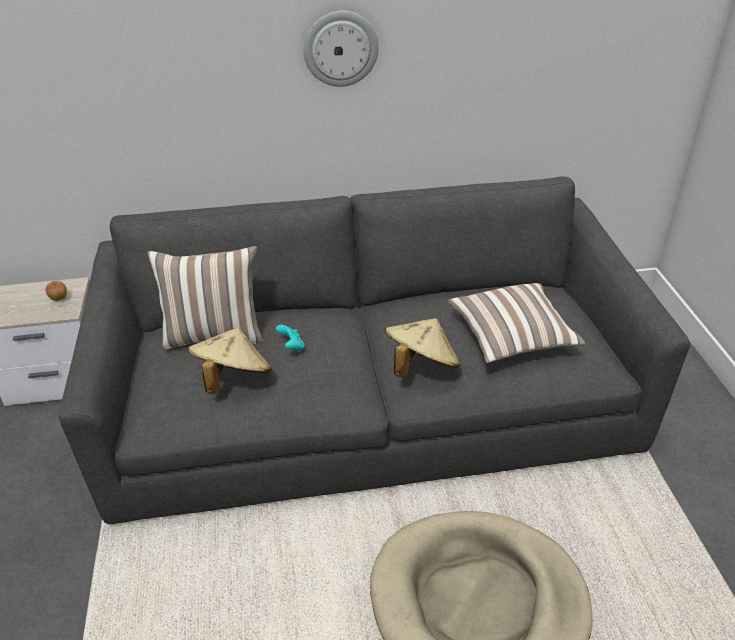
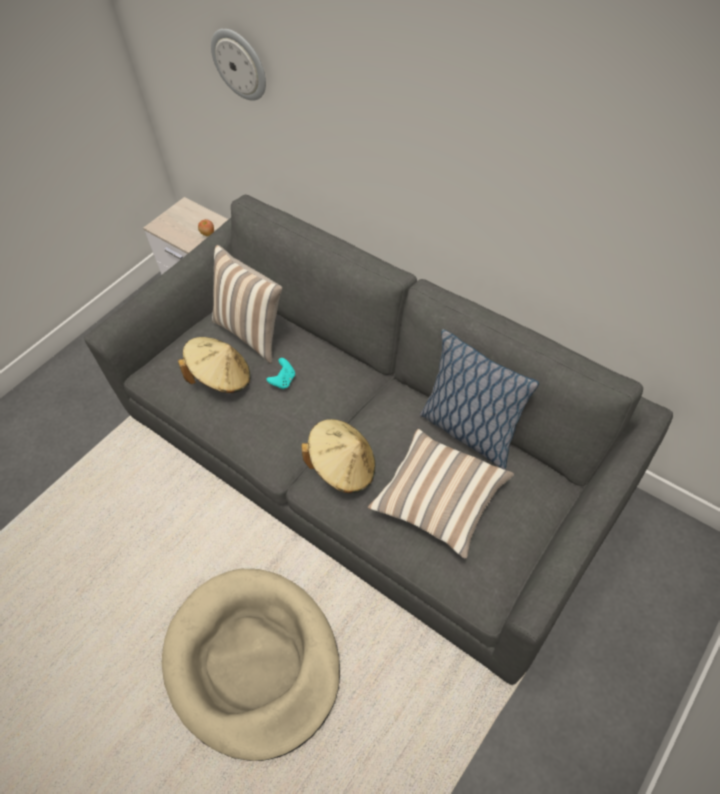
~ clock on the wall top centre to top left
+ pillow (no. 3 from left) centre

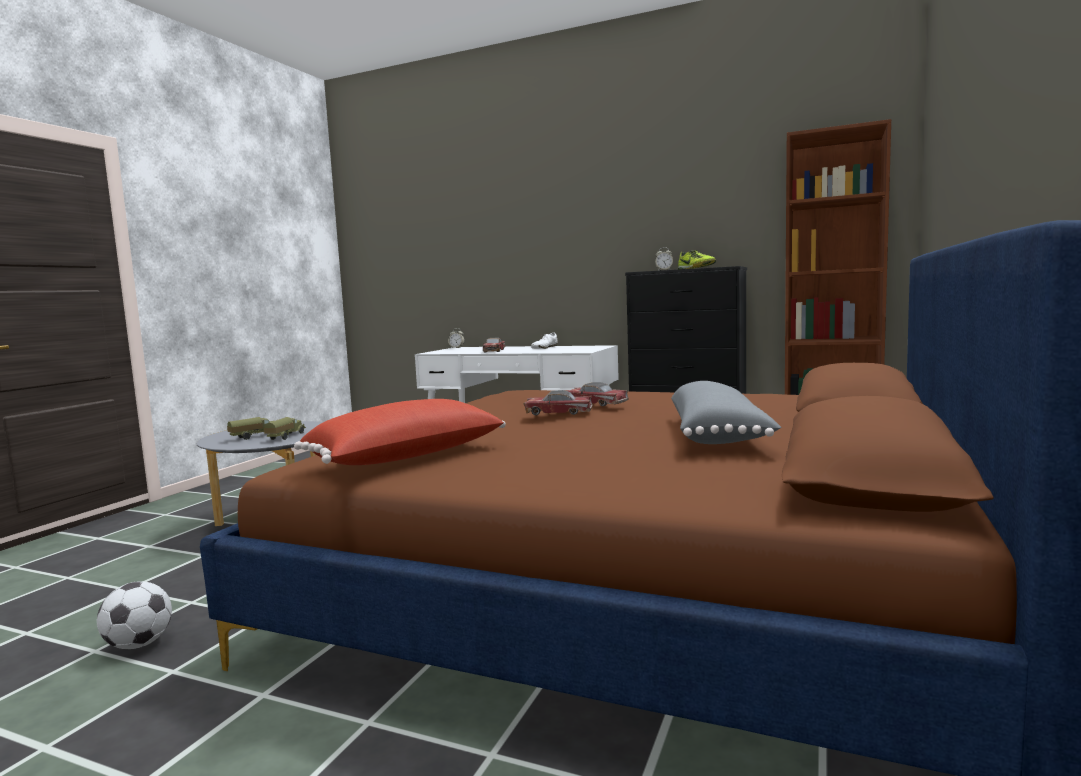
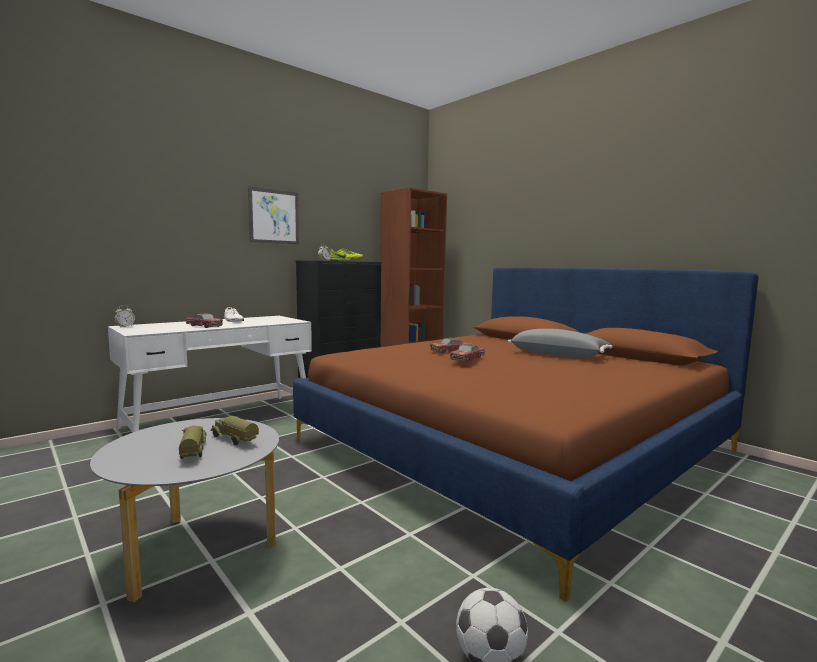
- pillow/reddish centre
+ picture top centre

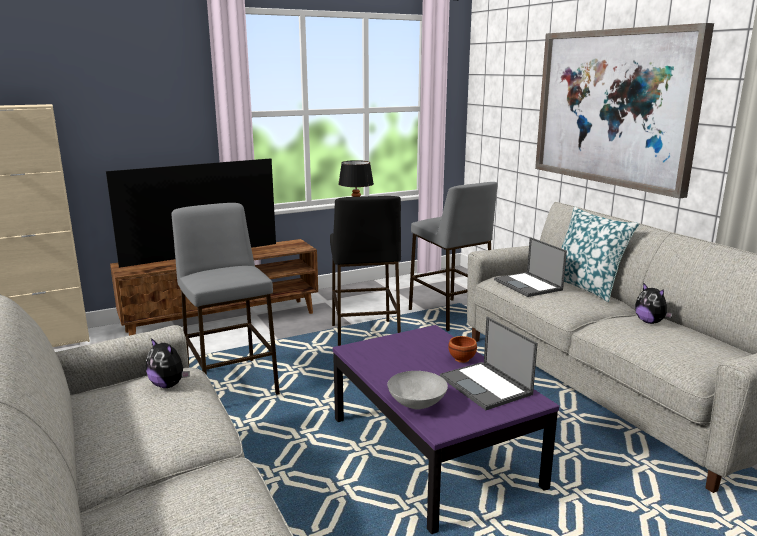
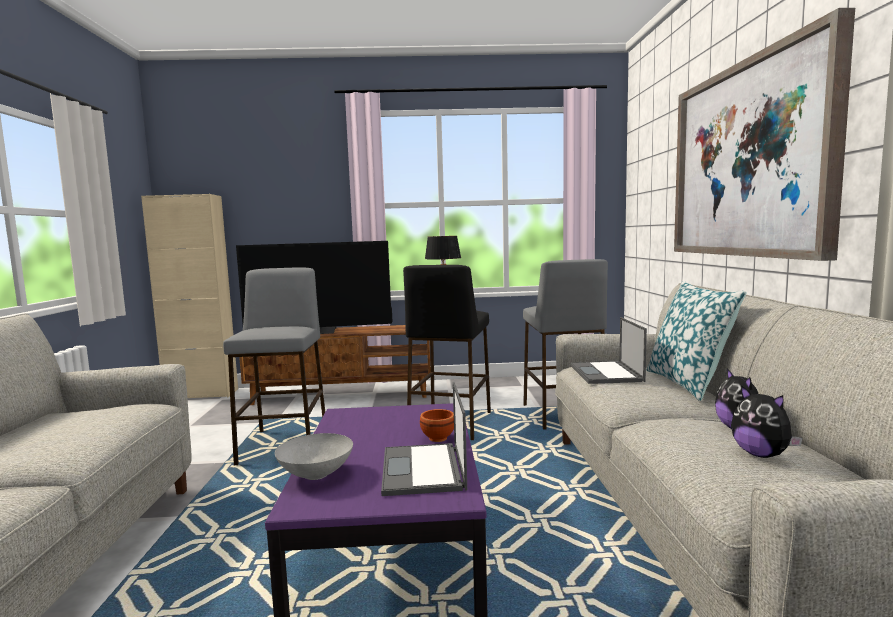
~ plush toy (no. 1 from left in the first image) bottom left to plush toy (no. 2 from left) bottom right

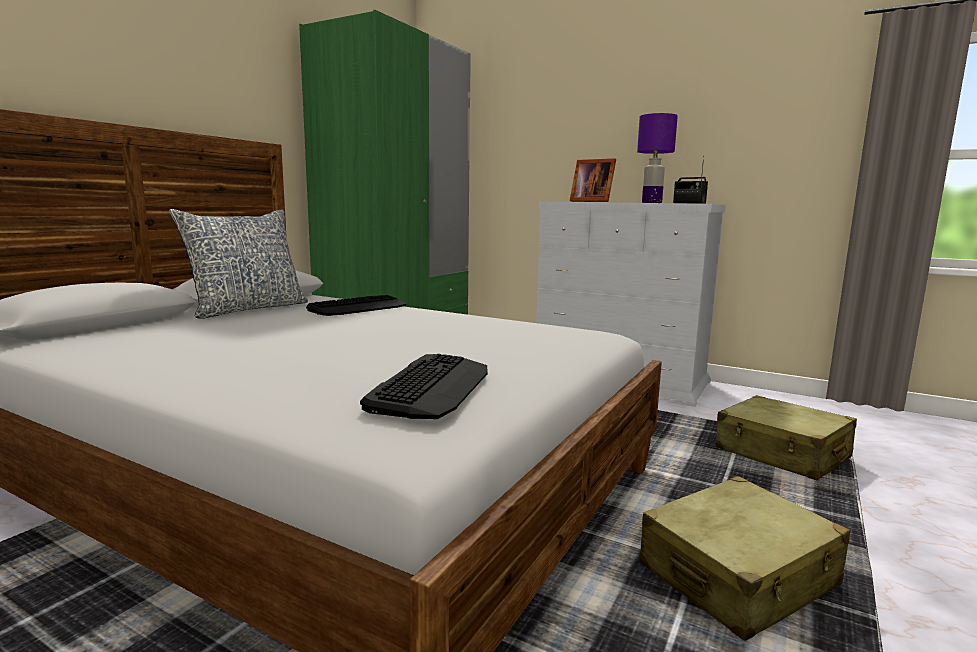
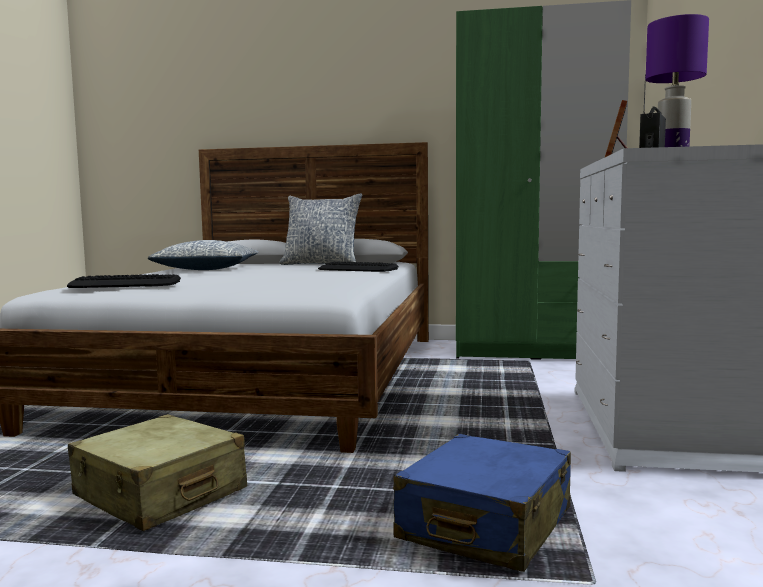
~ suitcase/beige-coloured (no. 2 from left) bottom right to suitcase/blue-coloured bottom centre
+ pillow (no. 1 from left) middle left

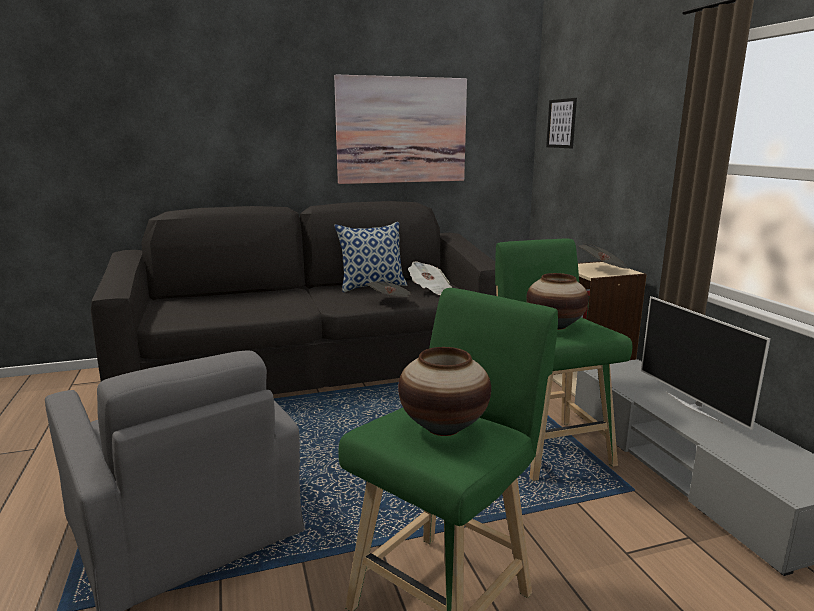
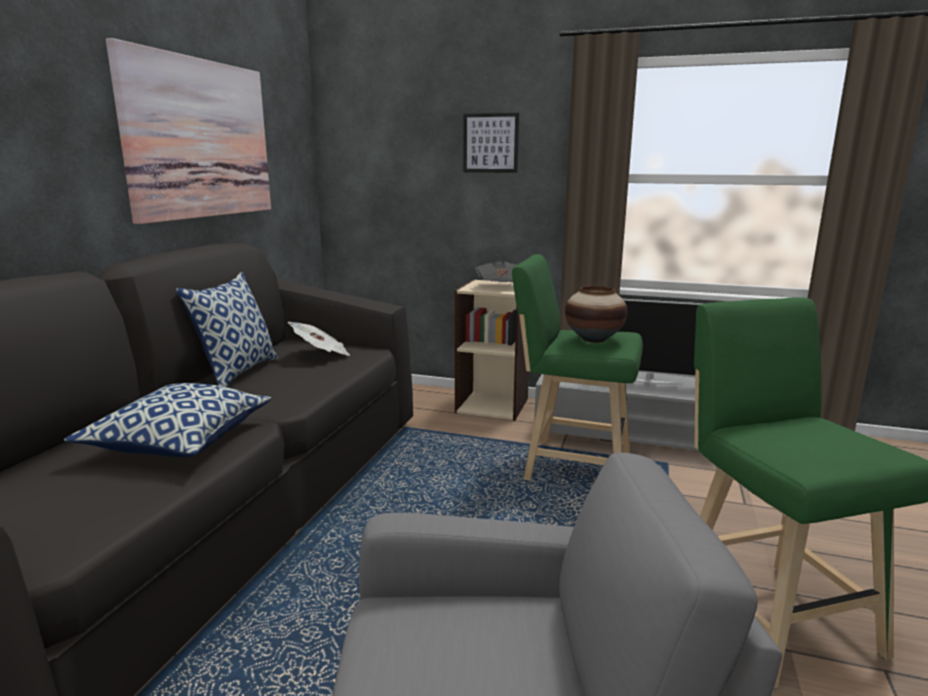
- printed paper (no. 1 from left) centre
- flower vase (no. 1 from left) centre
~ picture (no. 2 from left) top right to top centre
+ pillow (no. 1 from left) middle left

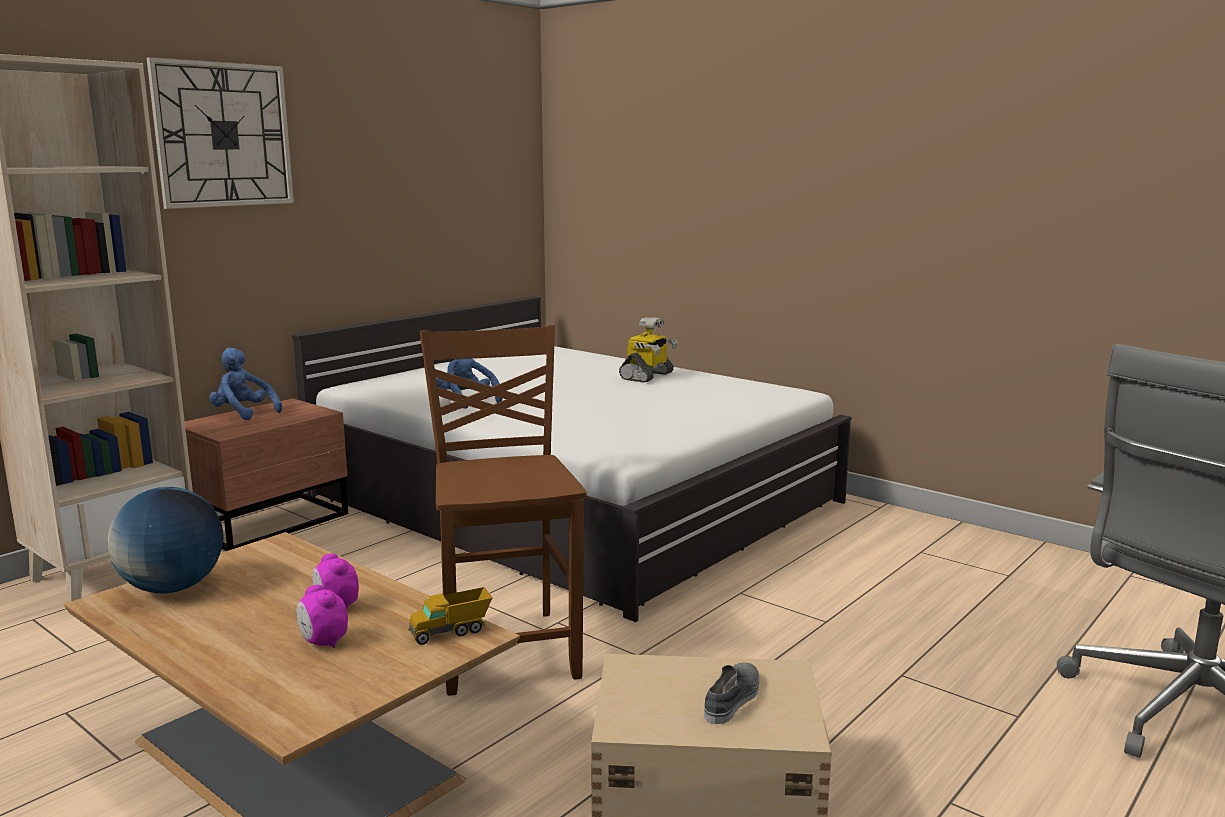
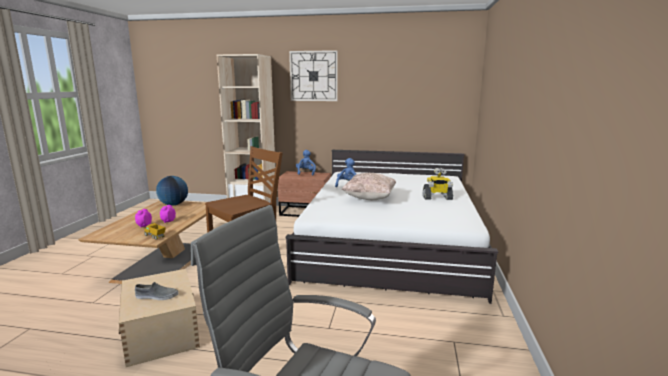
+ pillow/beige-coloured centre

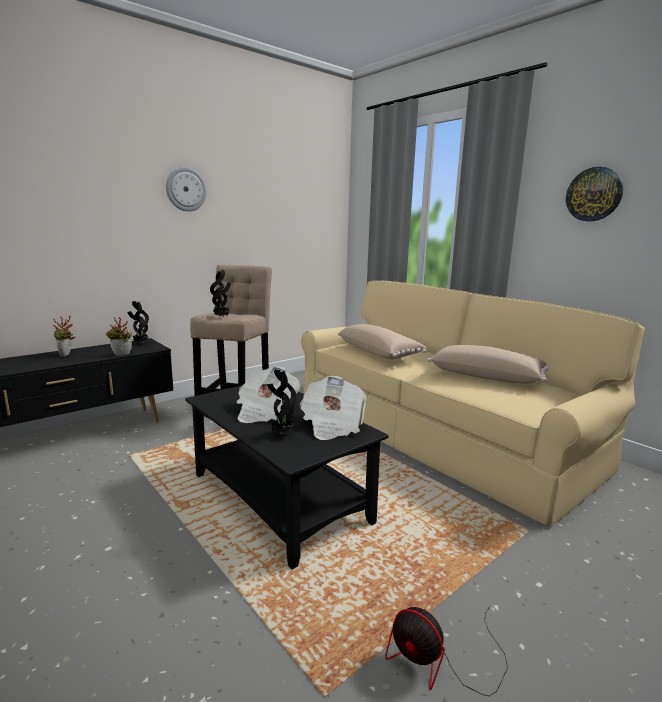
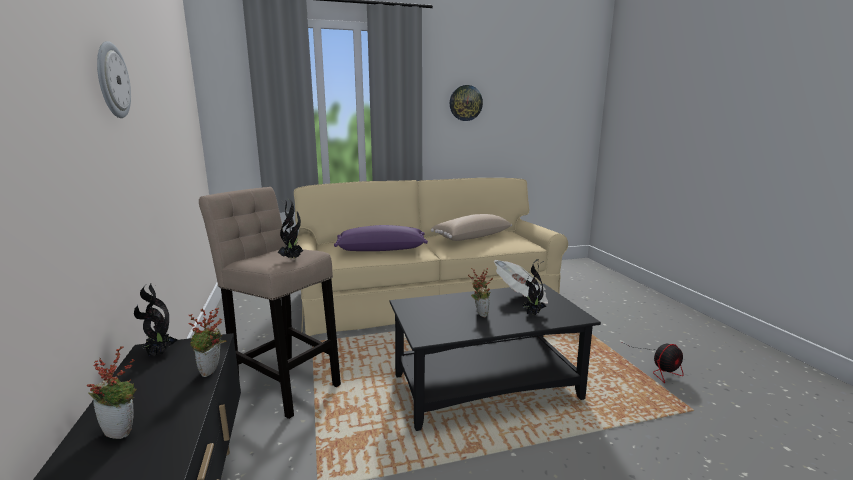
~ printed paper (no. 1 from left) centre to potted plant (no. 5 from left) centre
~ pillow/beige-coloured (no. 1 from left) centre to pillow/purple centre

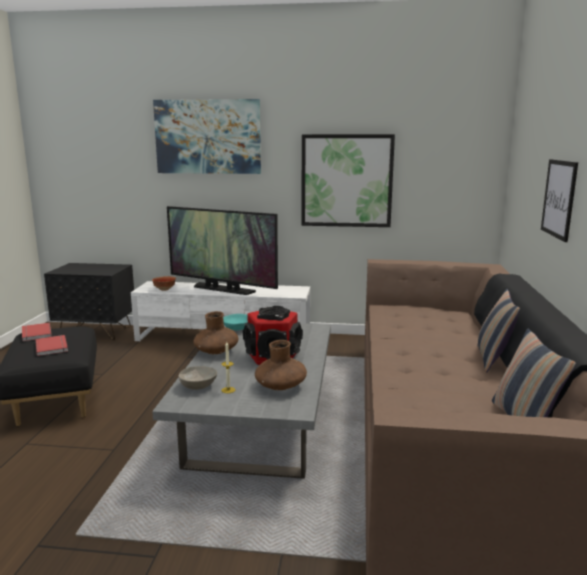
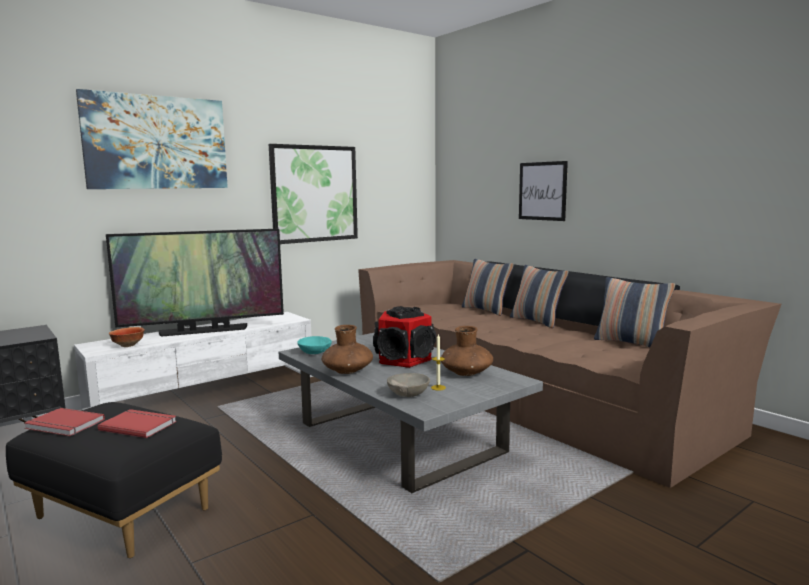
+ pillow (no. 1 from left) centre

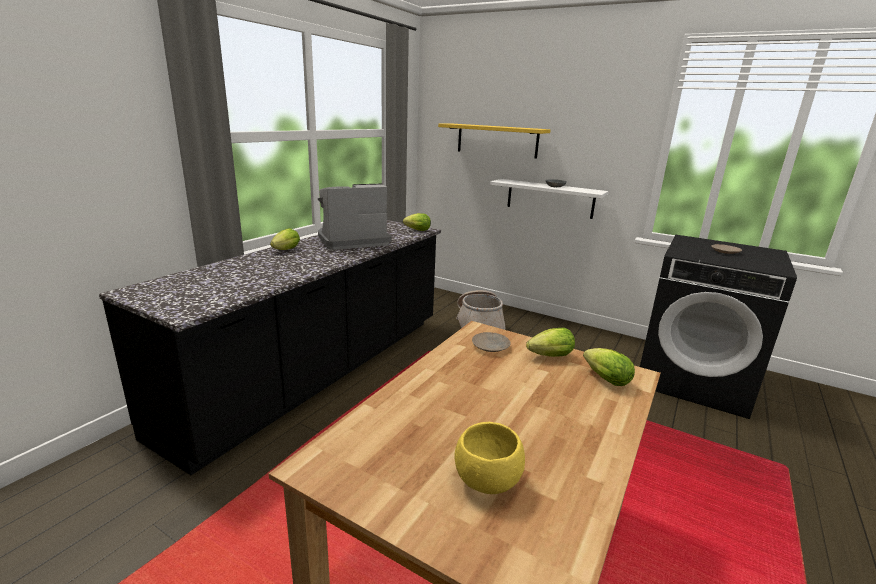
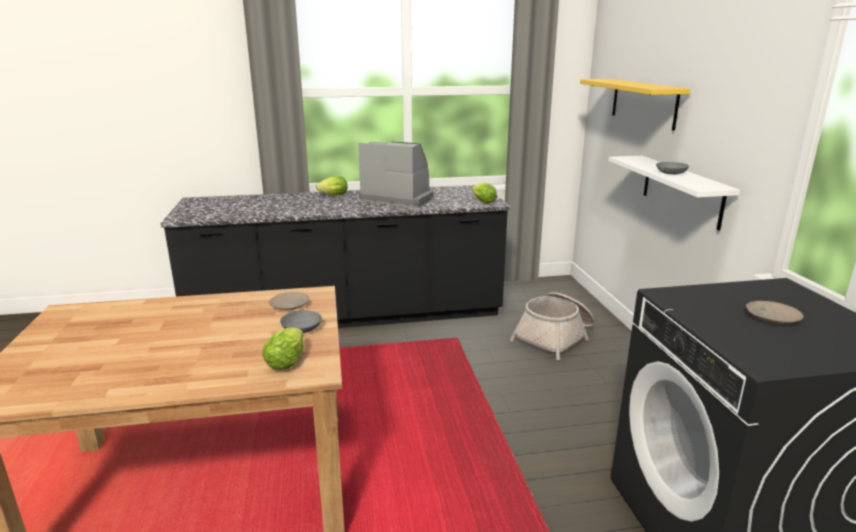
- deep dish/yellowish bottom centre
~ lettuce head (no. 3 from left) centre to deep dish/gray (no. 1 from left) centre

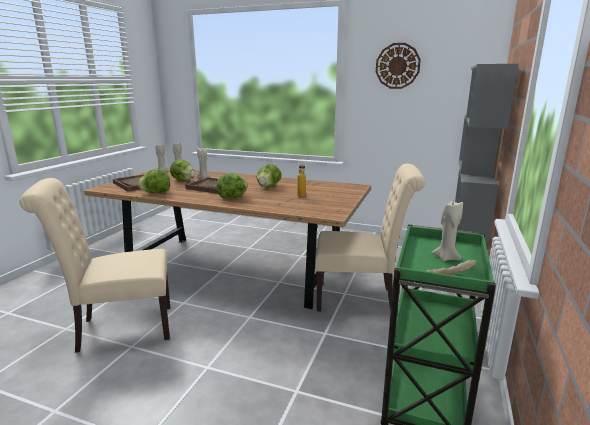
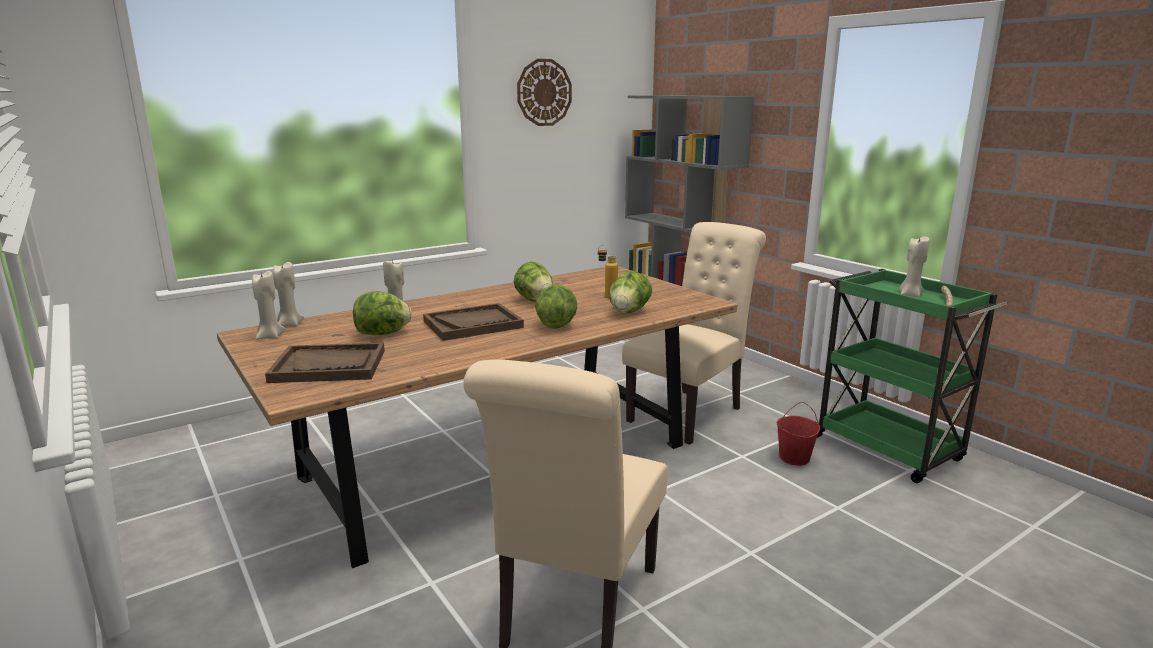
~ lettuce head (no. 1 from left in the first image) middle left to lettuce head (no. 4 from left) centre
+ pail/reddish bottom right

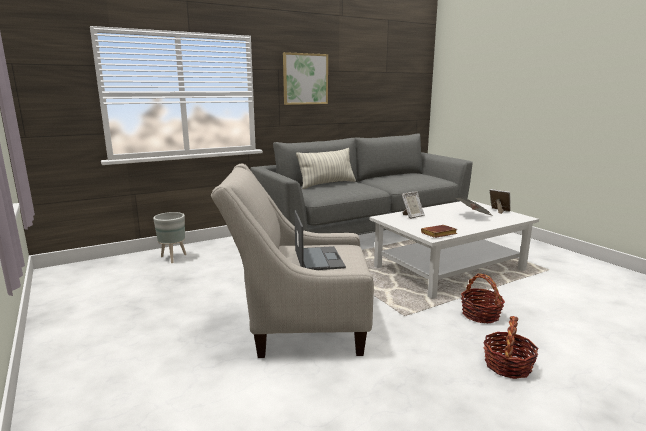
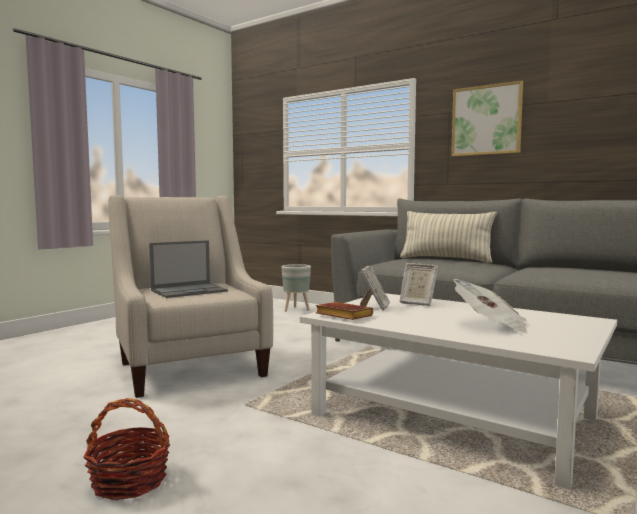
- basket (no. 1 from left) bottom right
~ standing frame (no. 2 from left in the first image) middle right to standing frame (no. 1 from left) centre

